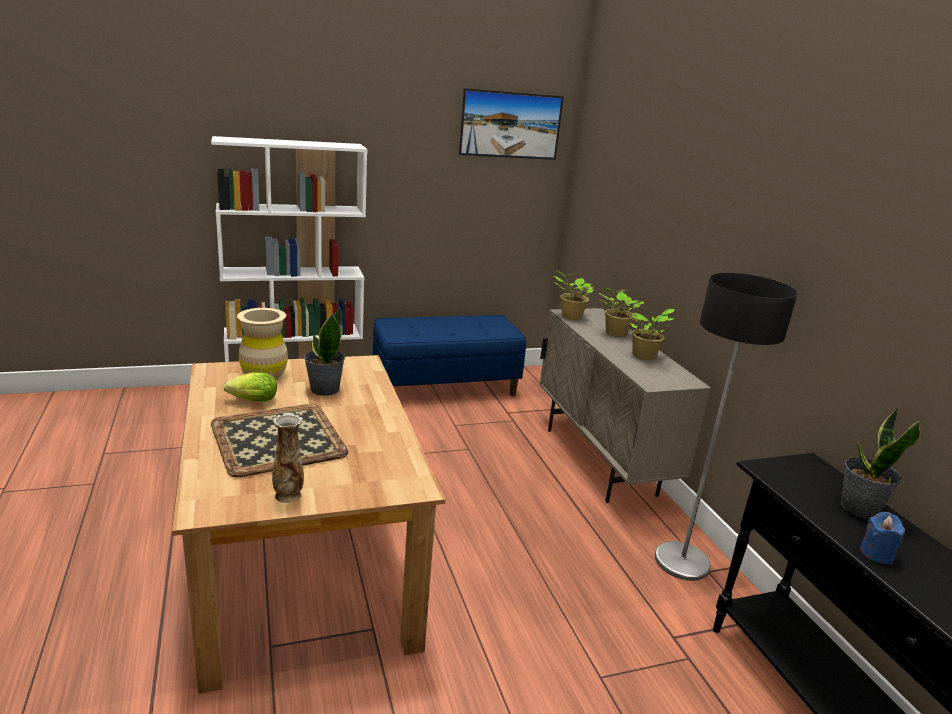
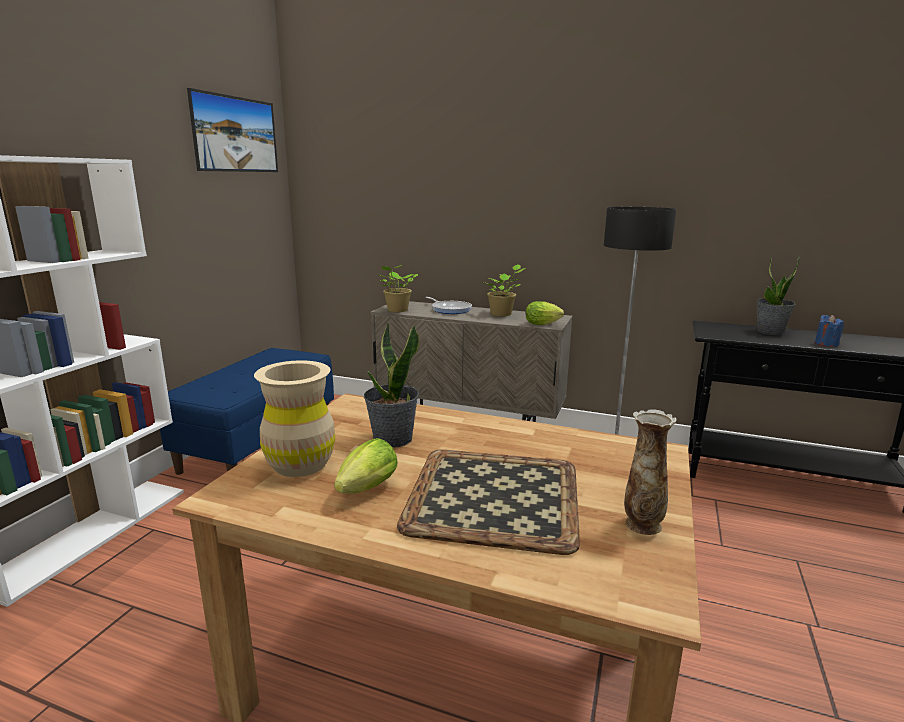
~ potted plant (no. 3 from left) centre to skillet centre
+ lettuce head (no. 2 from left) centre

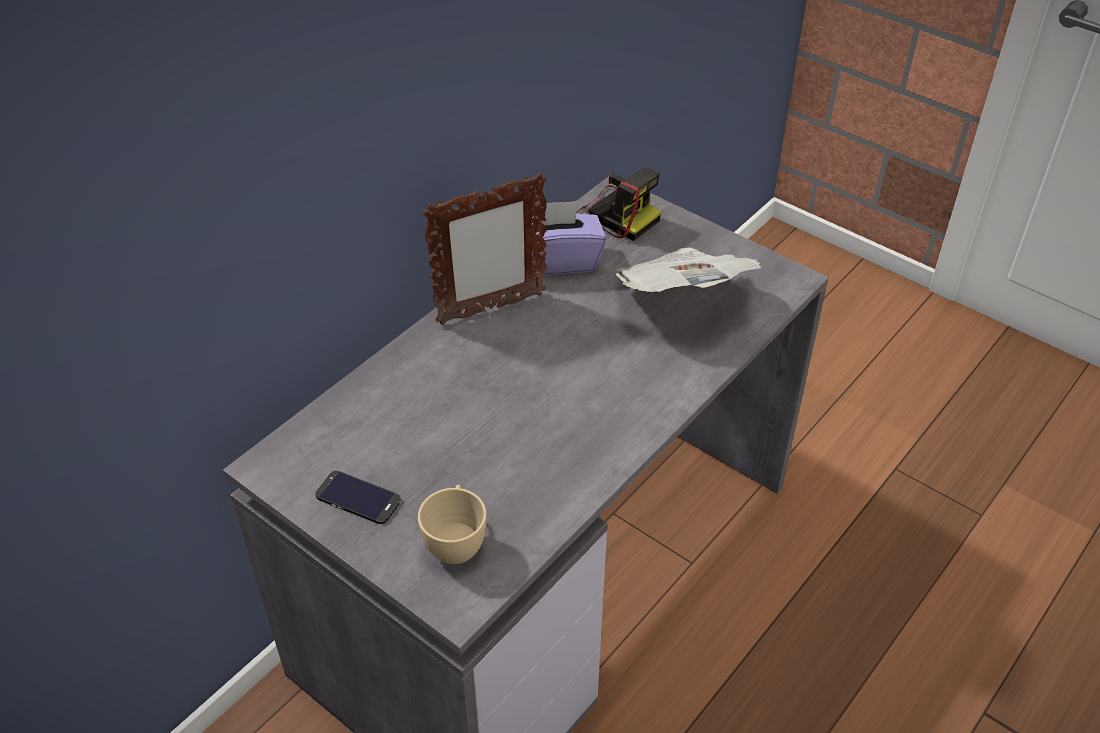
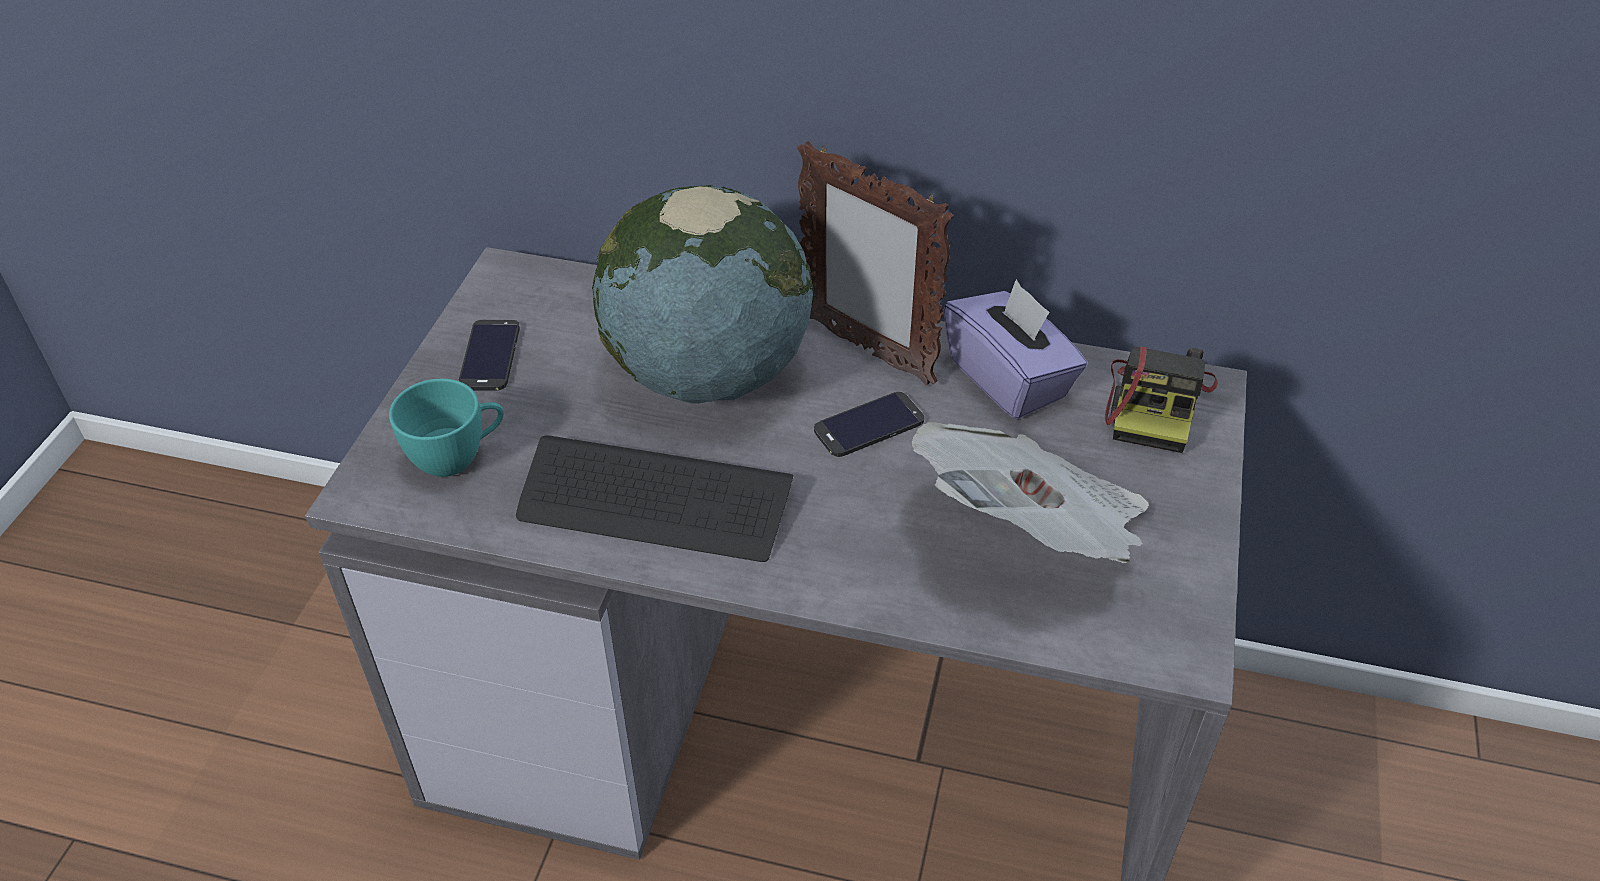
~ cup/beige-coloured bottom centre to cup/turquoise-coloured middle left
+ keyboard centre
+ globe centre
+ phone (no. 2 from left) centre

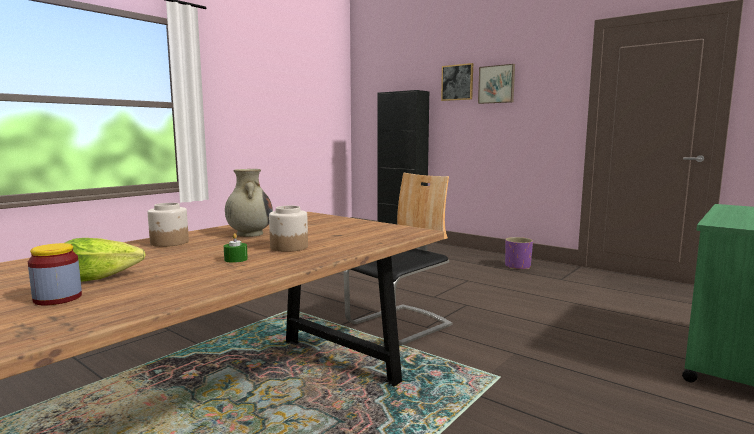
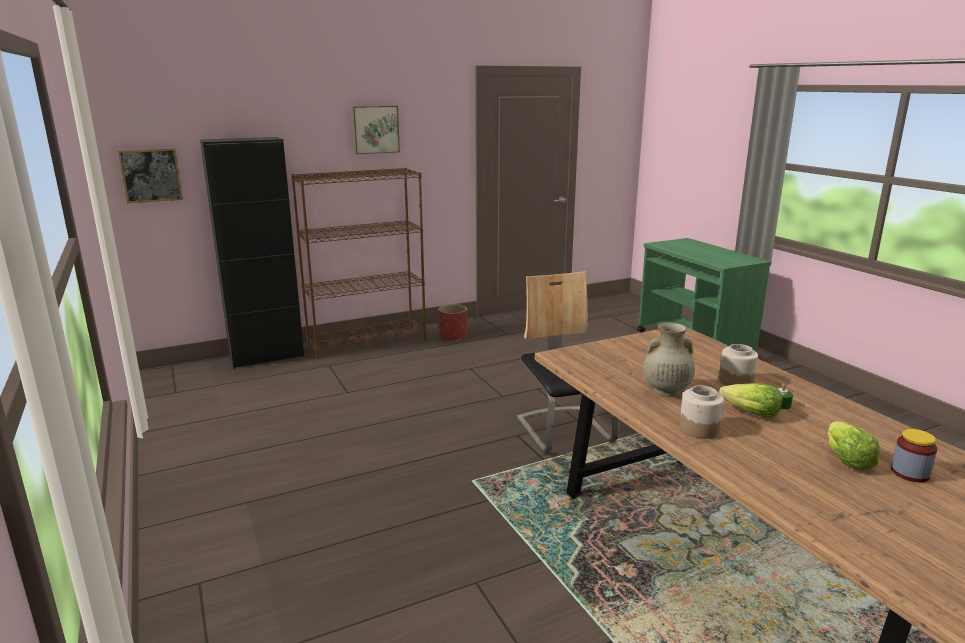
~ picture (no. 1 from left) top centre to top left
~ flower pot/purple middle right to flower pot/reddish centre
+ bookshelf/brownish centre
+ lettuce head (no. 1 from left) middle right

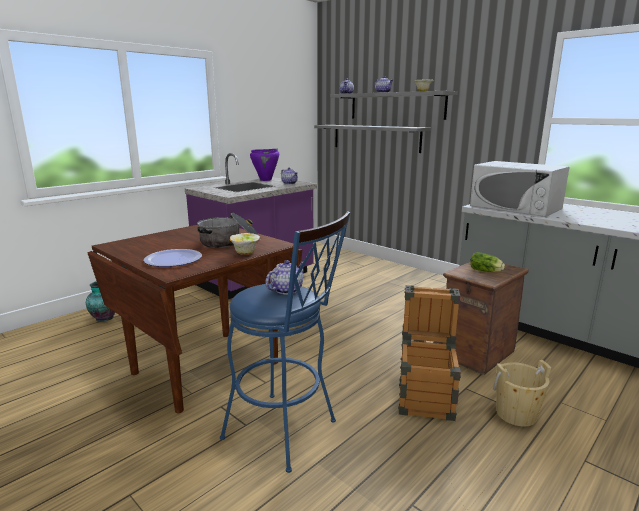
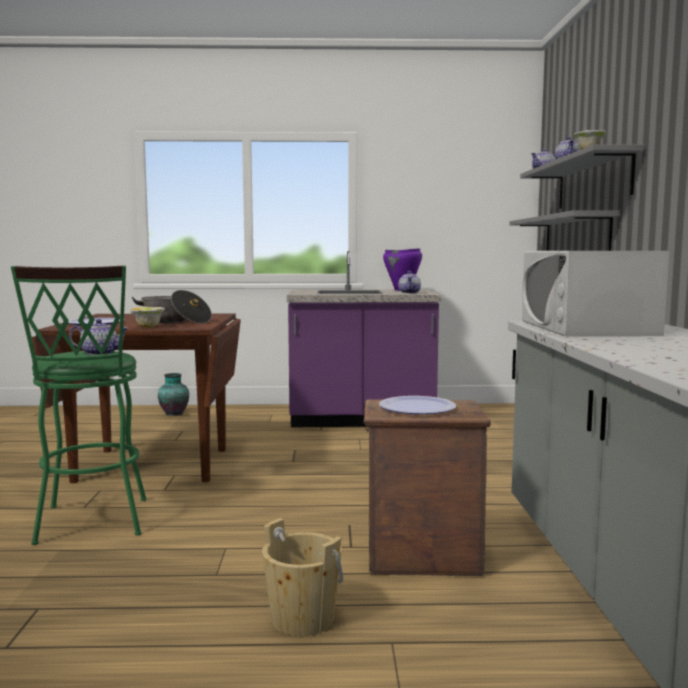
~ stool seat/blue-coloured bottom centre to stool seat/green-coloured middle left
- crate (no. 1 from left) bottom right
~ lettuce head middle right to flat dish (no. 2 from left) centre

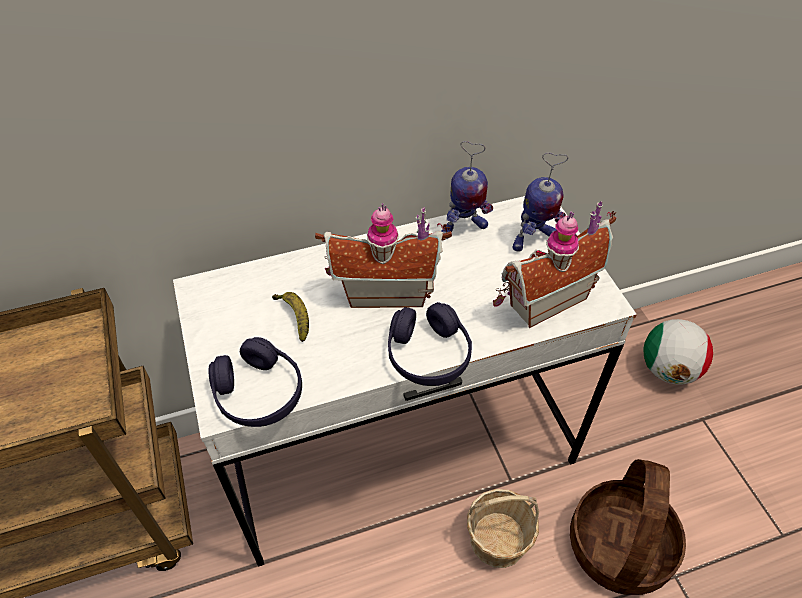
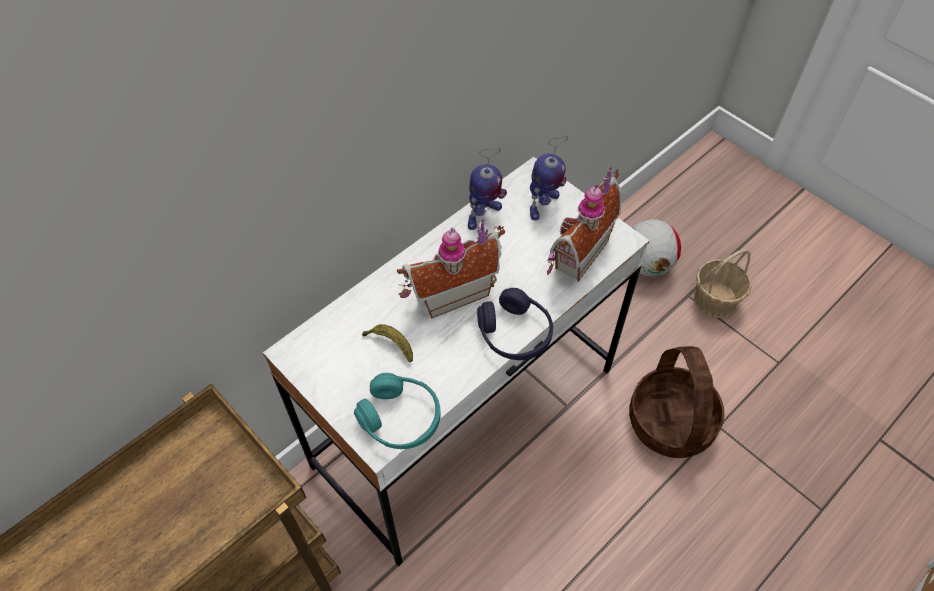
~ headset/purple (no. 1 from left) middle left to headset/turquoise-coloured bottom centre
~ basket (no. 1 from left in the first image) bottom centre to basket (no. 2 from left) middle right

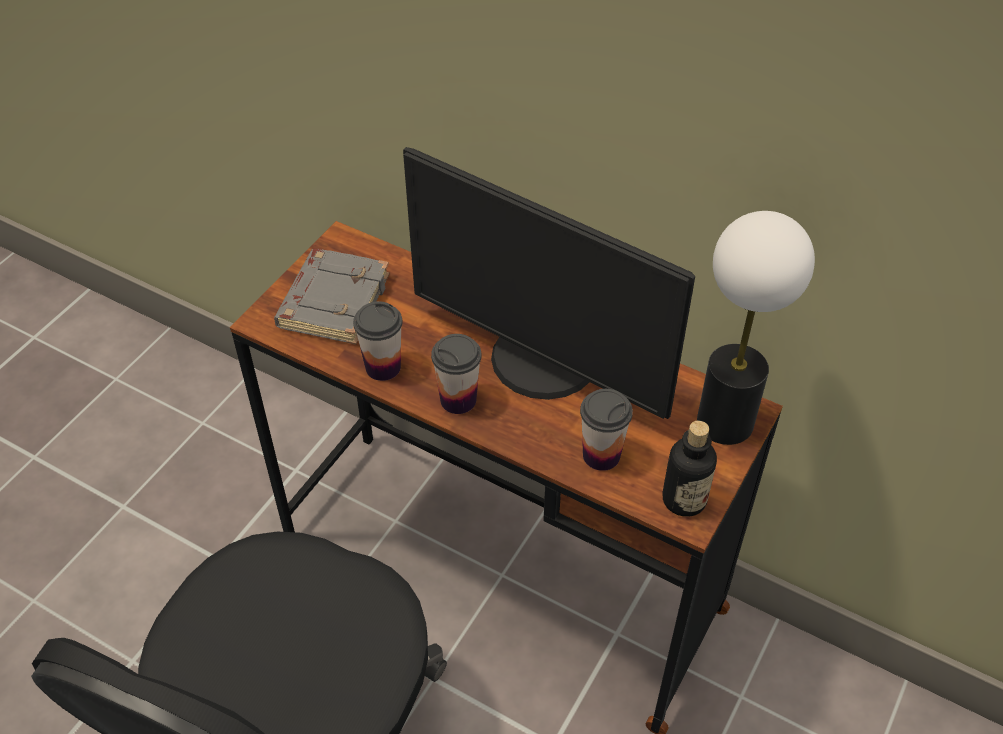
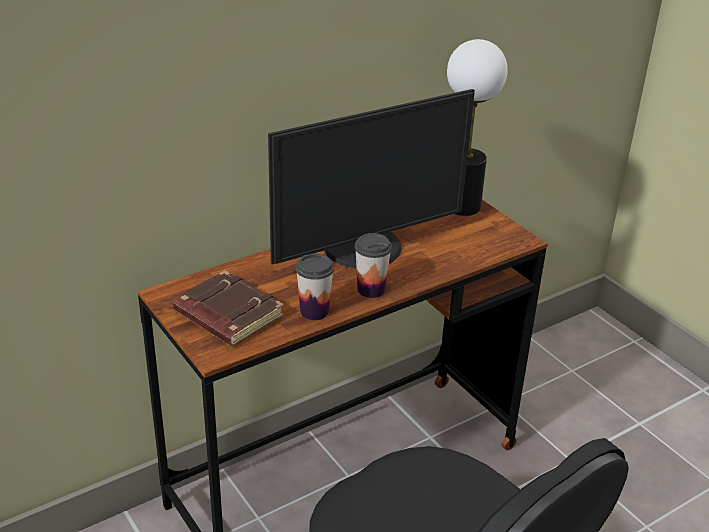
~ bound book/gray middle left to bound book/brownish middle left
- cup (no. 3 from left) centre
- beverage bottle middle right

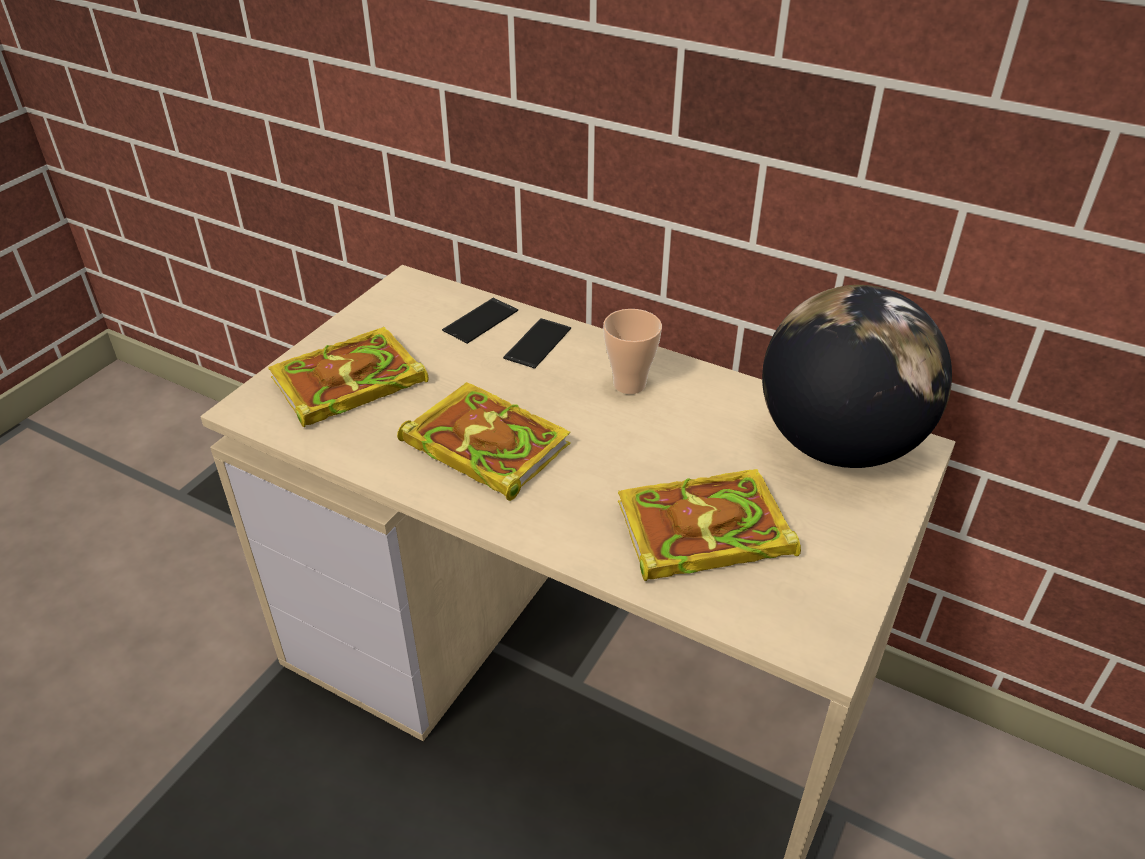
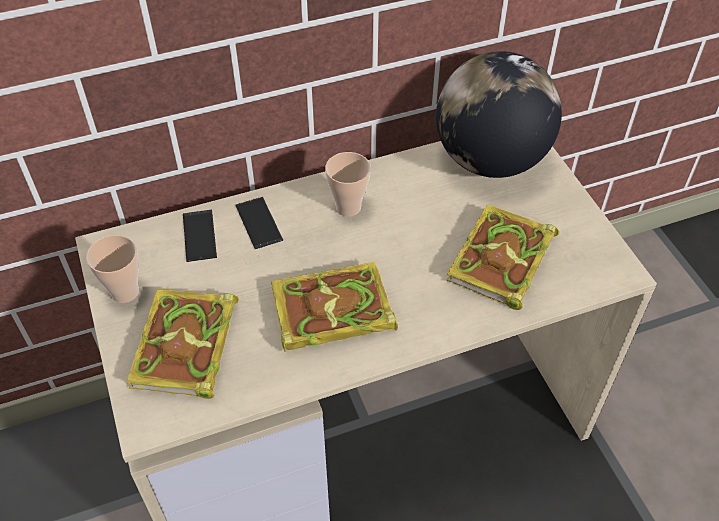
+ cup (no. 1 from left) middle left

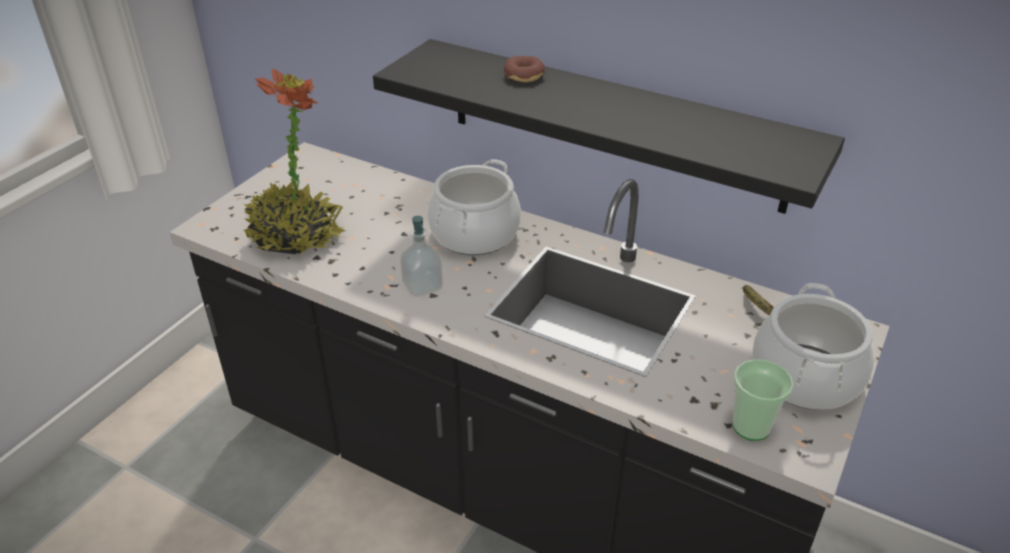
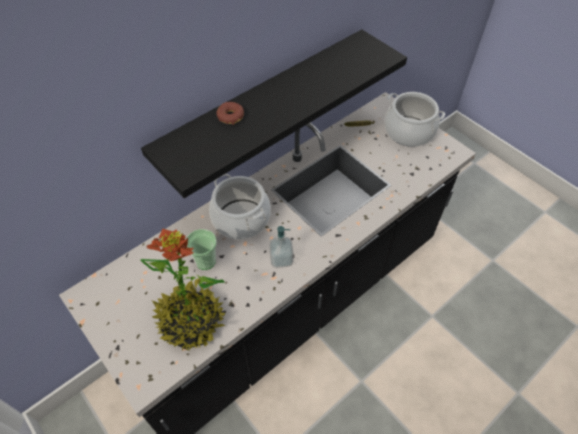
~ cup bottom right to centre

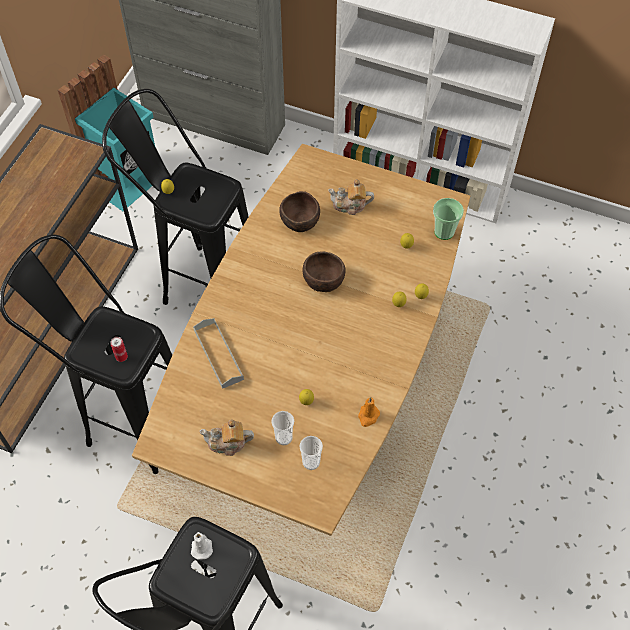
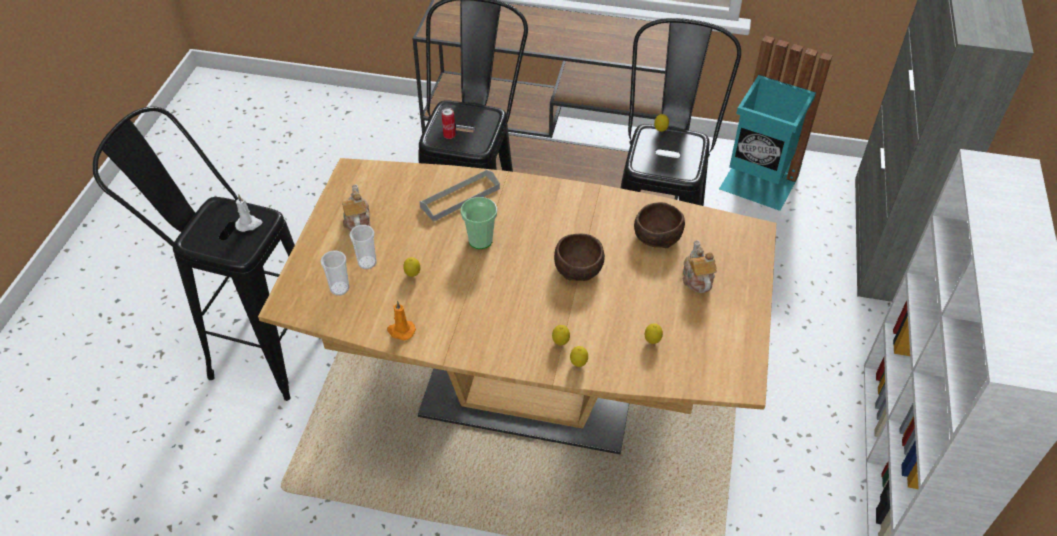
~ cup (no. 3 from left) middle right to centre

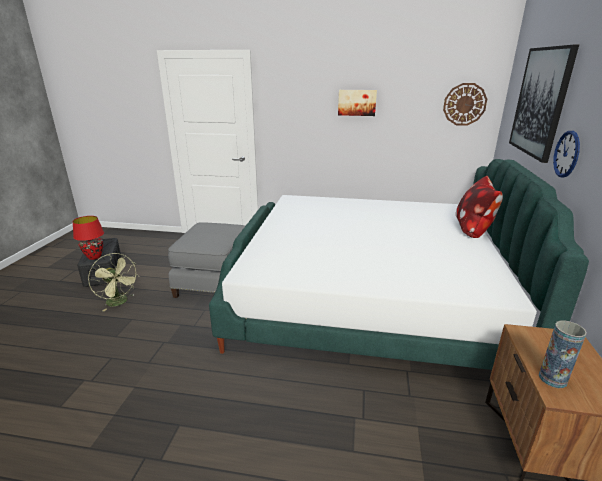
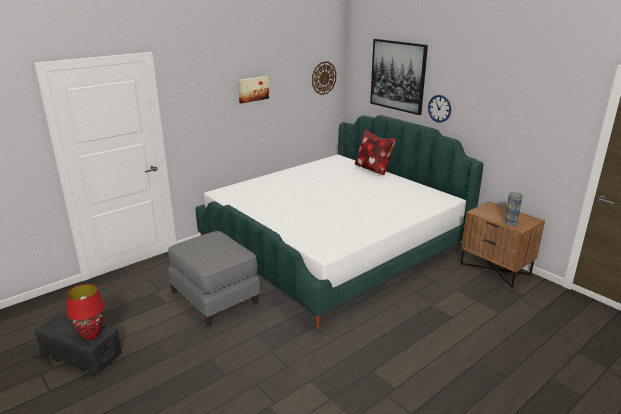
- fan/green-coloured middle left

